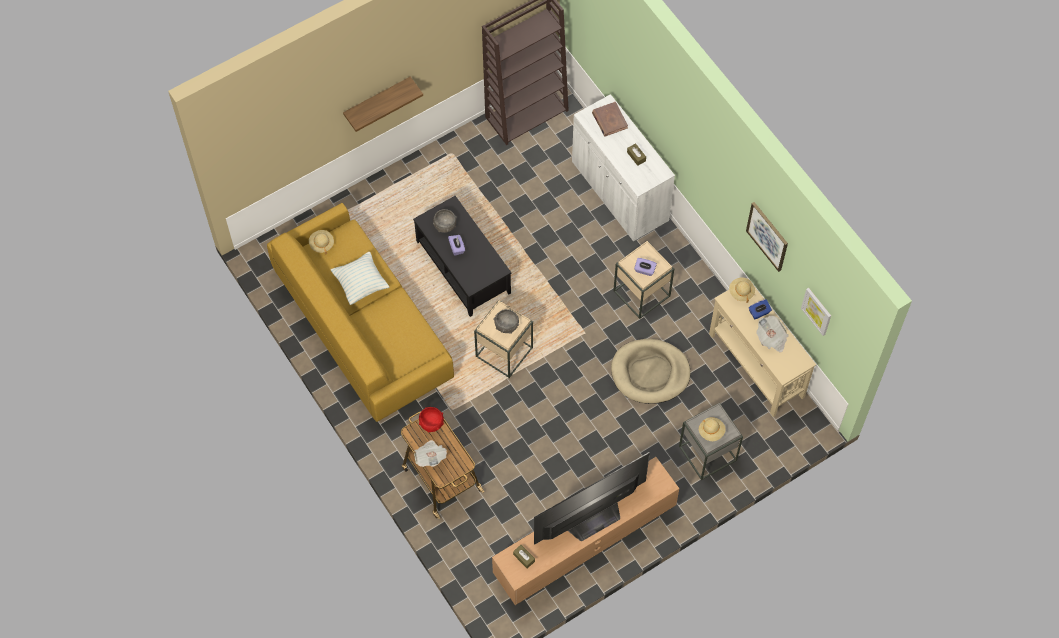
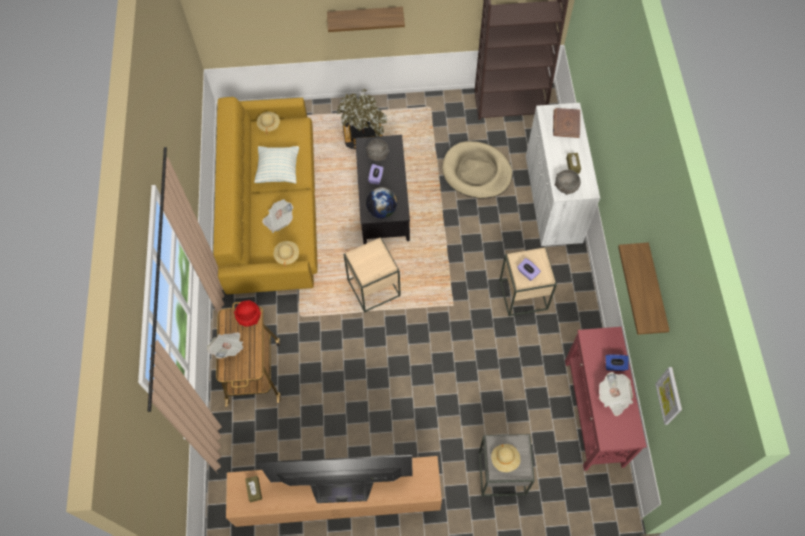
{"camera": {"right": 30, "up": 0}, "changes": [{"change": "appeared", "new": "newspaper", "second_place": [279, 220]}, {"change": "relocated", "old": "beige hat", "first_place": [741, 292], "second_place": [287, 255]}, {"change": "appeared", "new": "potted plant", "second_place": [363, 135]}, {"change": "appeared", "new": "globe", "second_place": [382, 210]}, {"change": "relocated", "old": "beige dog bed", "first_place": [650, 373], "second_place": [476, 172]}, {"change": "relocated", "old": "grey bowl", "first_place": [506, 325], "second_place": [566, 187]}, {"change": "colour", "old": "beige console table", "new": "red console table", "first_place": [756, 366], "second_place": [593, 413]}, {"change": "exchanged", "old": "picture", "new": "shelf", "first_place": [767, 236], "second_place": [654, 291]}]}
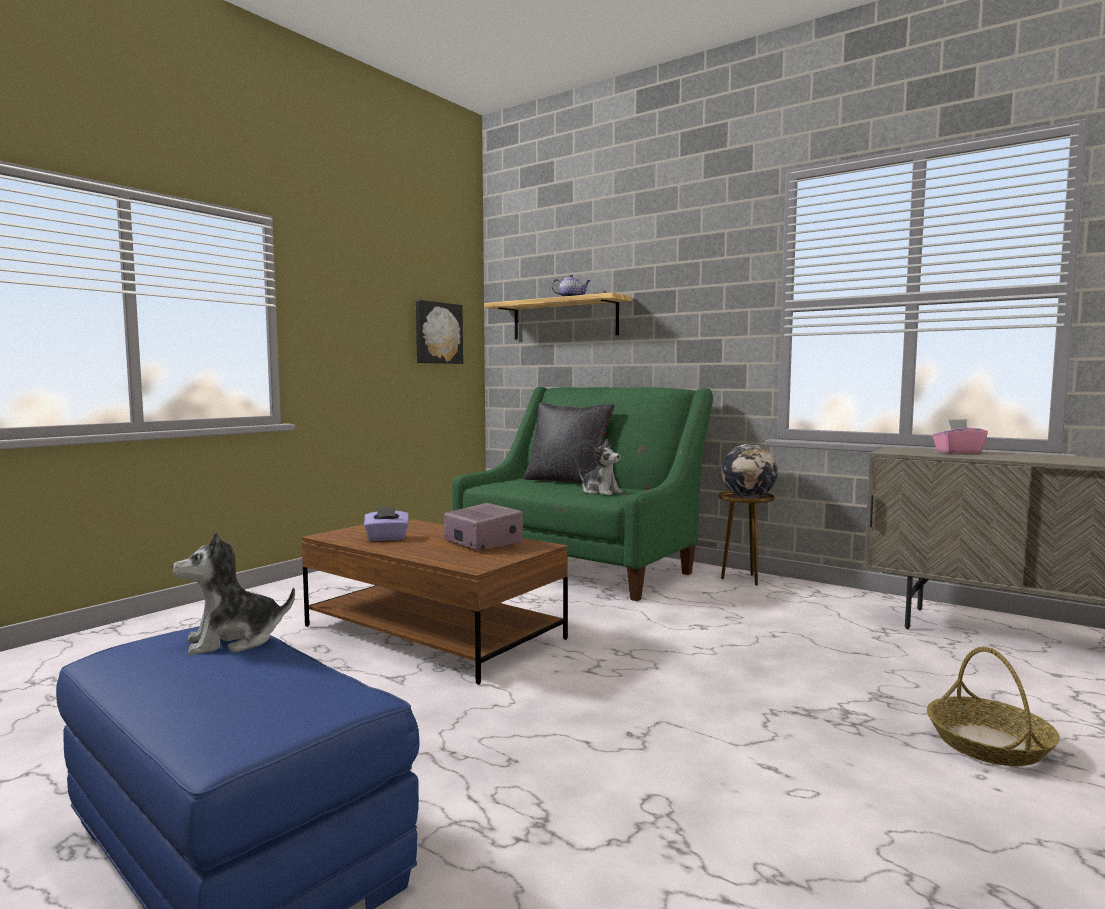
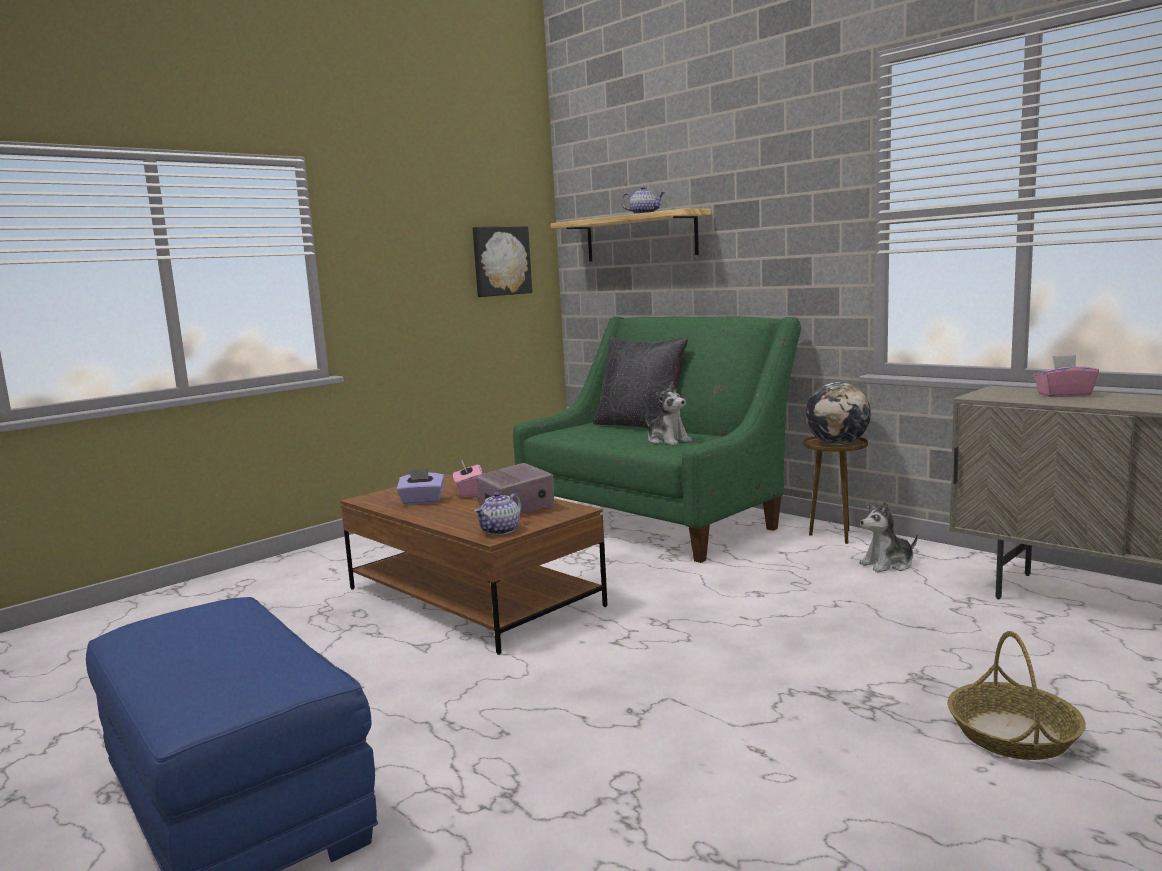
{"camera": {"right": 10, "up": 5}, "changes": [{"change": "appeared", "new": "pink tissue box", "second_place": [468, 493]}, {"change": "appeared", "new": "teapot", "second_place": [500, 531]}, {"change": "relocated", "old": "plush toy", "first_place": [234, 641], "second_place": [888, 564]}]}
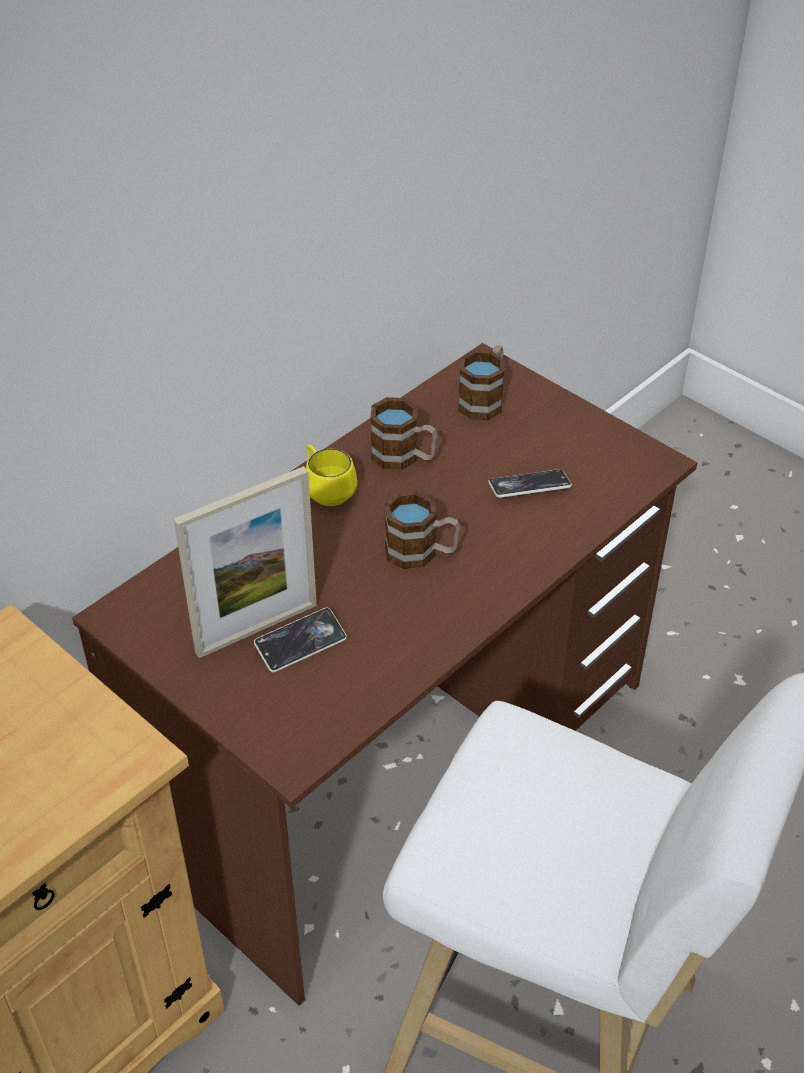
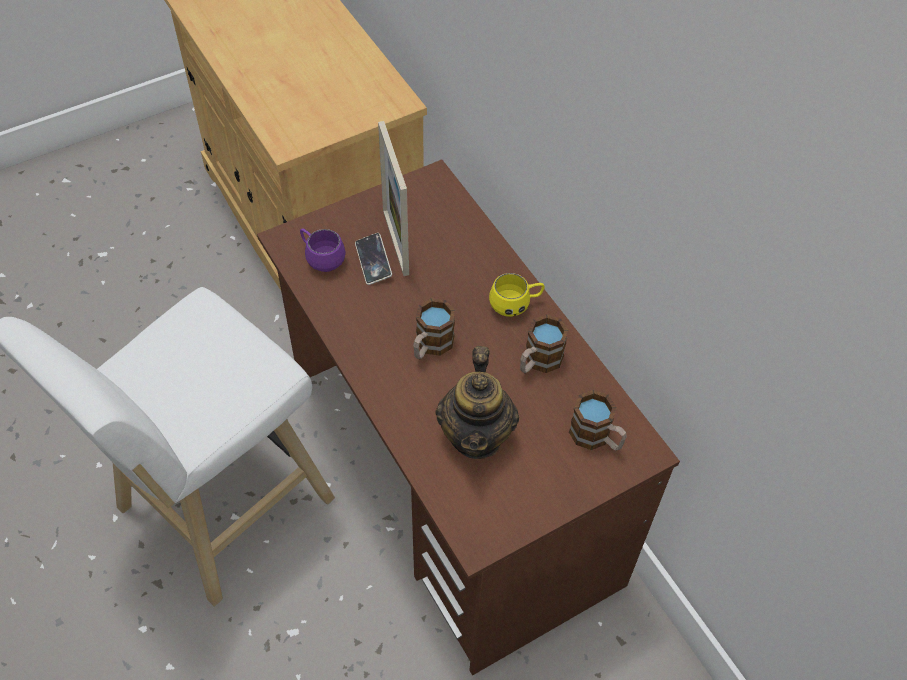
{"camera": {"right": 105, "up": 10}, "changes": [{"change": "appeared", "new": "purple mug", "second_place": [321, 259]}, {"change": "exchanged", "old": "phone", "new": "teapot", "first_place": [529, 487], "second_place": [476, 435]}]}
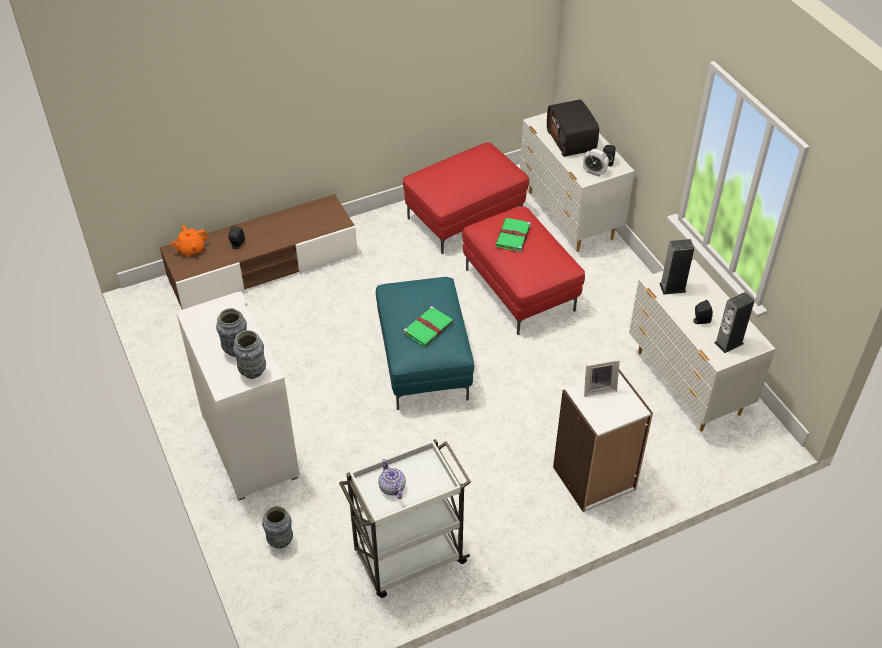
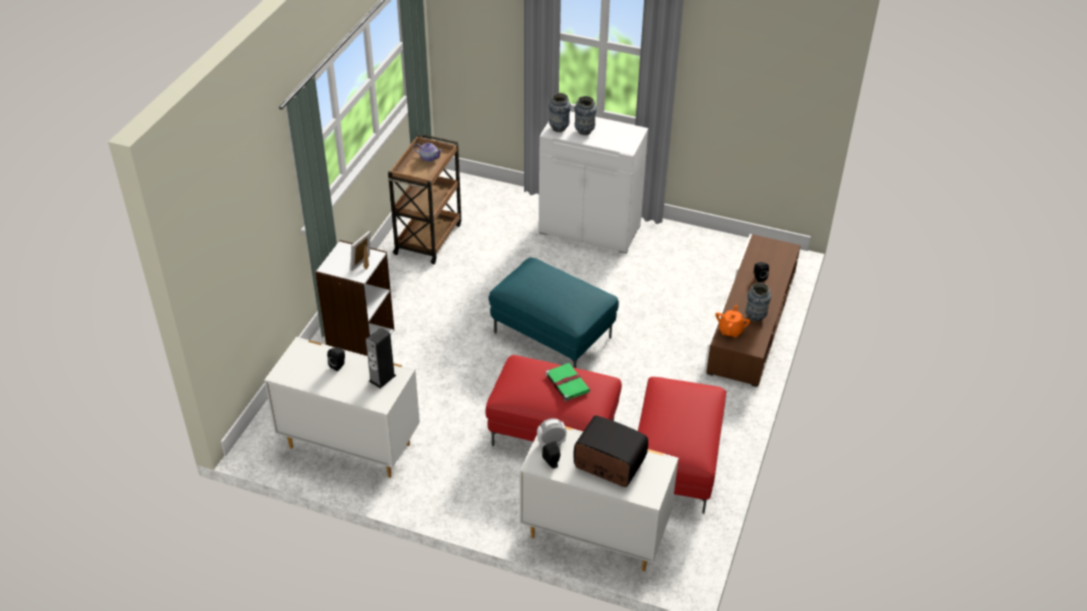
{"camera": {"right": 135, "up": -5}, "changes": [{"change": "colour", "old": "white cart", "new": "brown cart", "first_place": [408, 558], "second_place": [428, 238]}, {"change": "relocated", "old": "orange teapot", "first_place": [191, 249], "second_place": [731, 330]}, {"change": "relocated", "old": "vase", "first_place": [280, 541], "second_place": [755, 317]}, {"change": "missing", "old": "green book", "first_place": [428, 327]}, {"change": "missing", "old": "speaker", "first_place": [728, 343]}]}
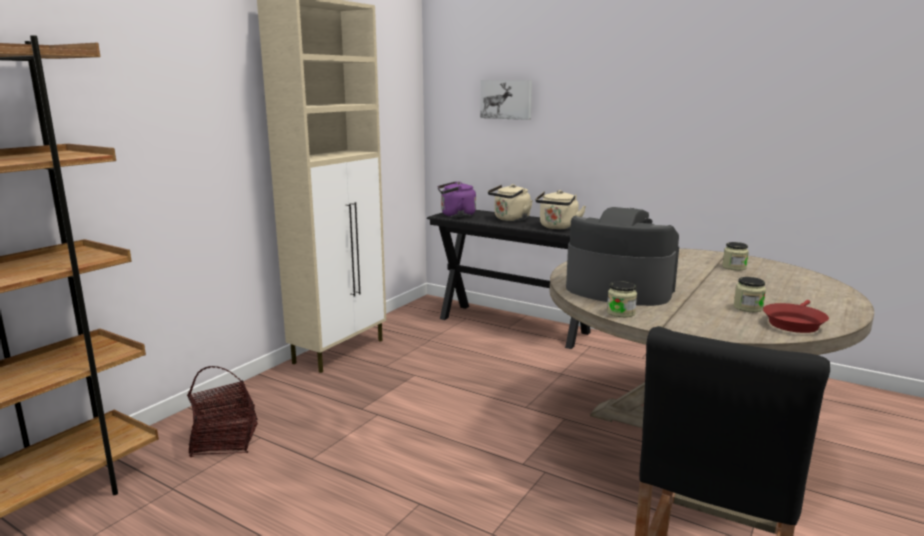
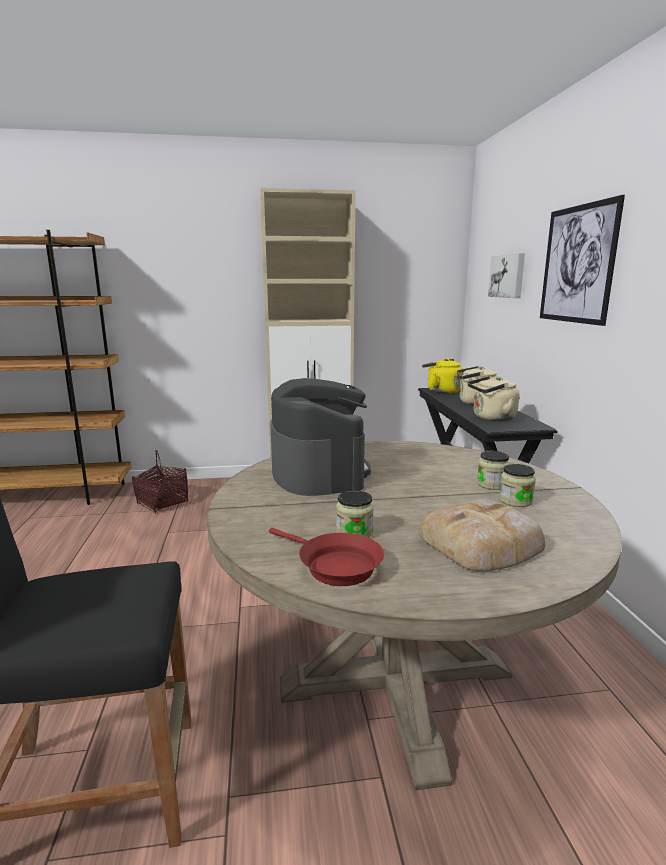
{"camera": {"right": 50, "up": 0}, "changes": [{"change": "spun", "old": "red frying pan", "first_place": [794, 323], "second_place": [334, 566], "degrees": -135}, {"change": "appeared", "new": "bread", "second_place": [482, 543]}, {"change": "colour", "old": "purple kettle", "new": "yellow kettle", "first_place": [456, 215], "second_place": [441, 391]}, {"change": "relocated", "old": "jar", "first_place": [620, 313], "second_place": [492, 484]}, {"change": "appeared", "new": "picture", "second_place": [577, 264]}]}
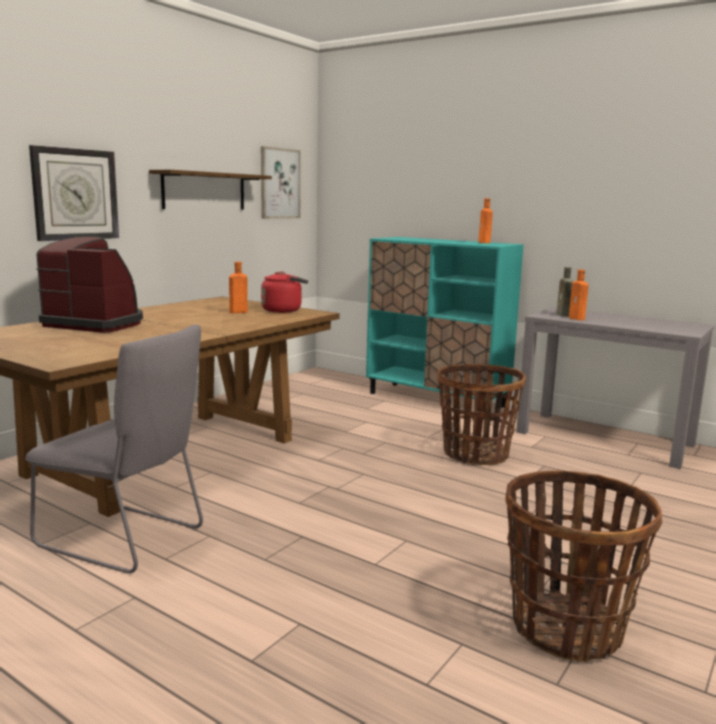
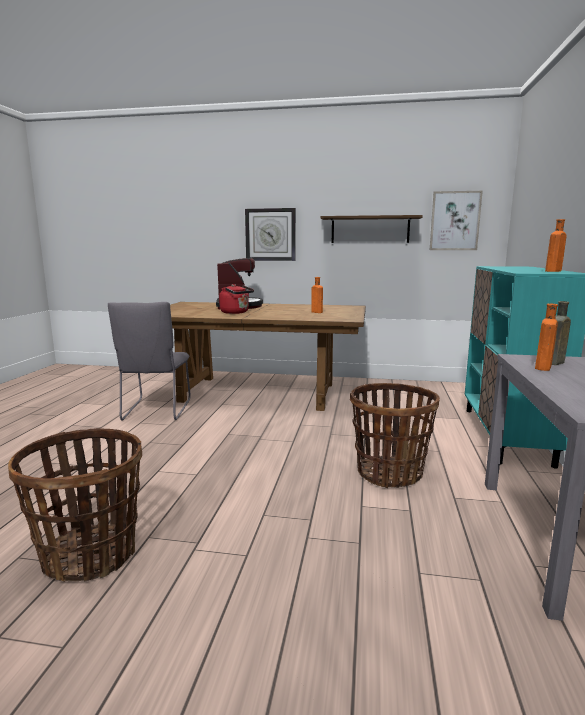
{"camera": {"right": 65, "up": 0}, "changes": [{"change": "relocated", "old": "red kettle", "first_place": [284, 310], "second_place": [236, 312]}]}
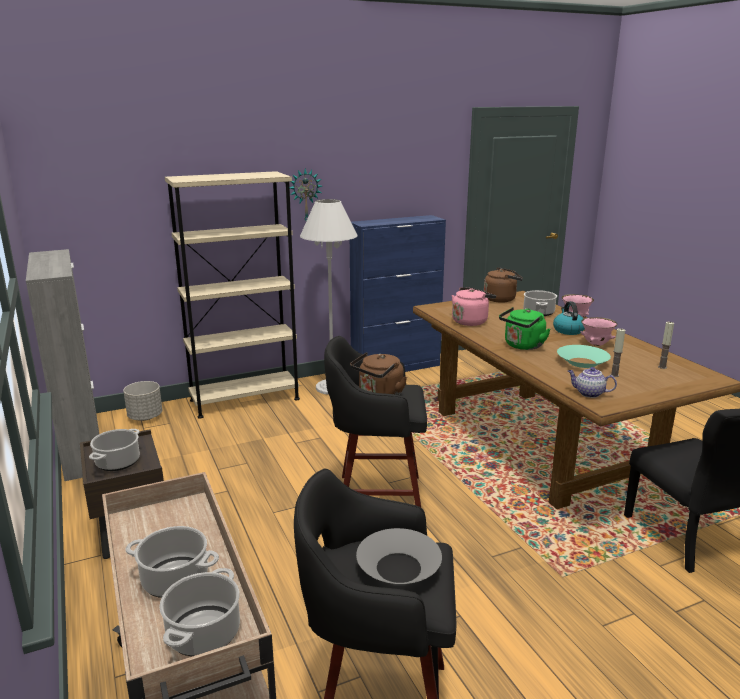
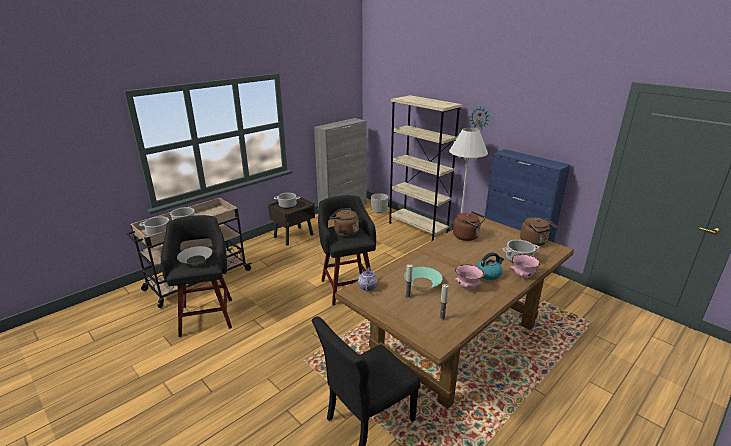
{"camera": {"right": 70, "up": 5}, "changes": [{"change": "colour", "old": "pink kettle", "new": "brown kettle", "first_place": [471, 321], "second_place": [467, 237]}, {"change": "missing", "old": "green kettle", "first_place": [522, 346]}]}
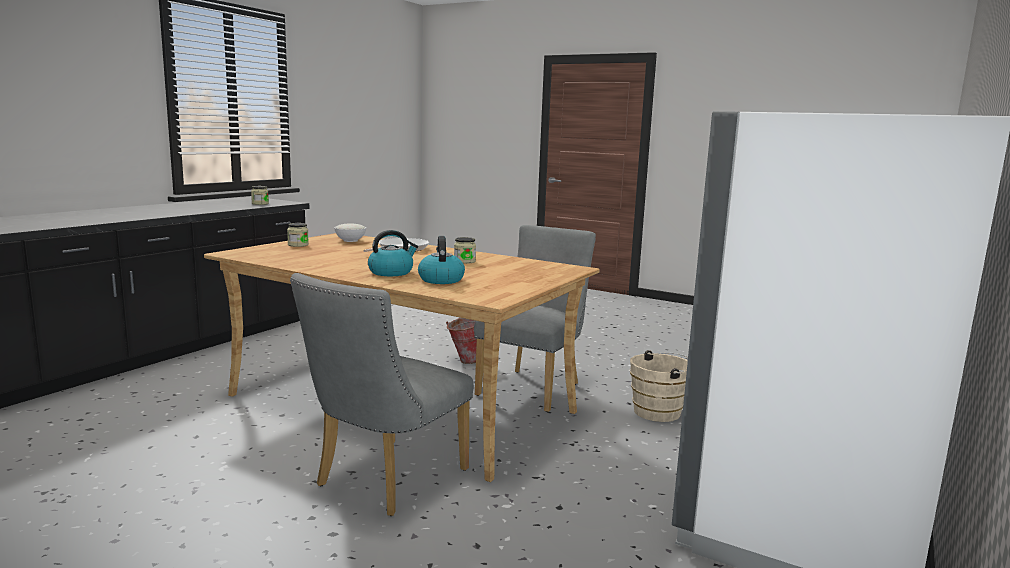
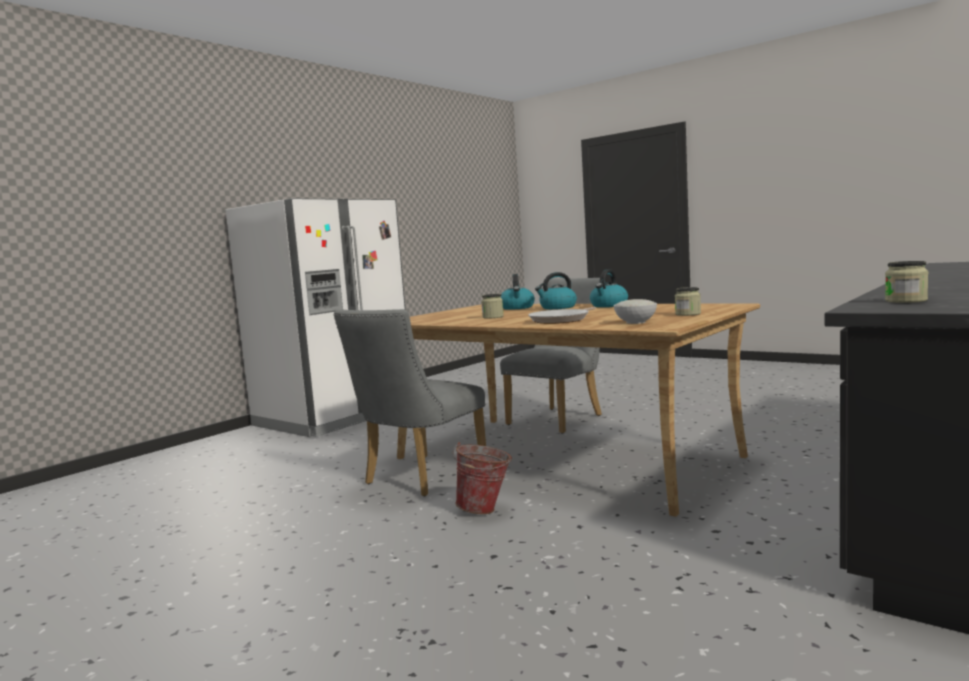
{"camera": {"right": -170, "up": -5}, "changes": [{"change": "appeared", "new": "kettle", "second_place": [609, 305]}, {"change": "missing", "old": "beige bucket", "first_place": [660, 412]}]}
